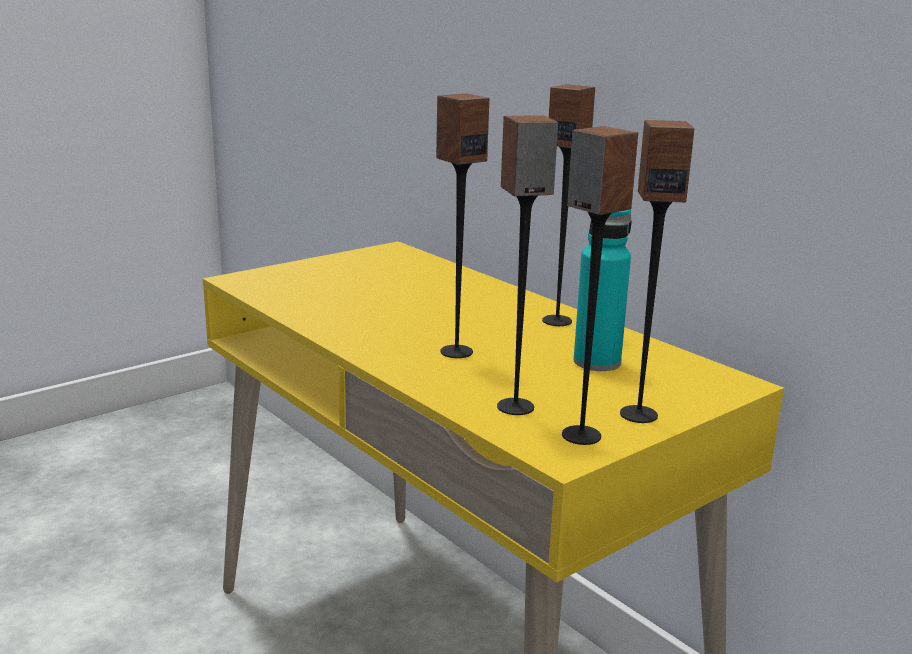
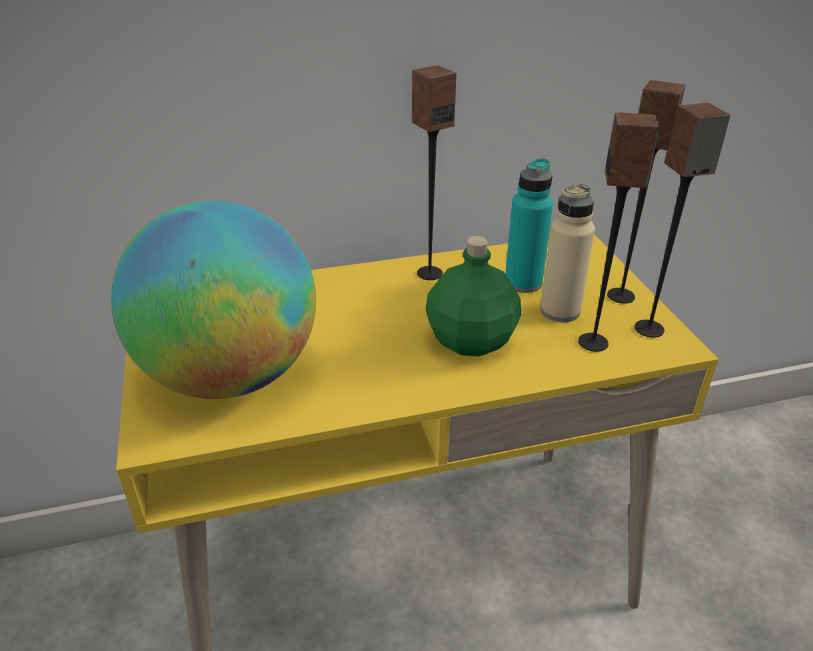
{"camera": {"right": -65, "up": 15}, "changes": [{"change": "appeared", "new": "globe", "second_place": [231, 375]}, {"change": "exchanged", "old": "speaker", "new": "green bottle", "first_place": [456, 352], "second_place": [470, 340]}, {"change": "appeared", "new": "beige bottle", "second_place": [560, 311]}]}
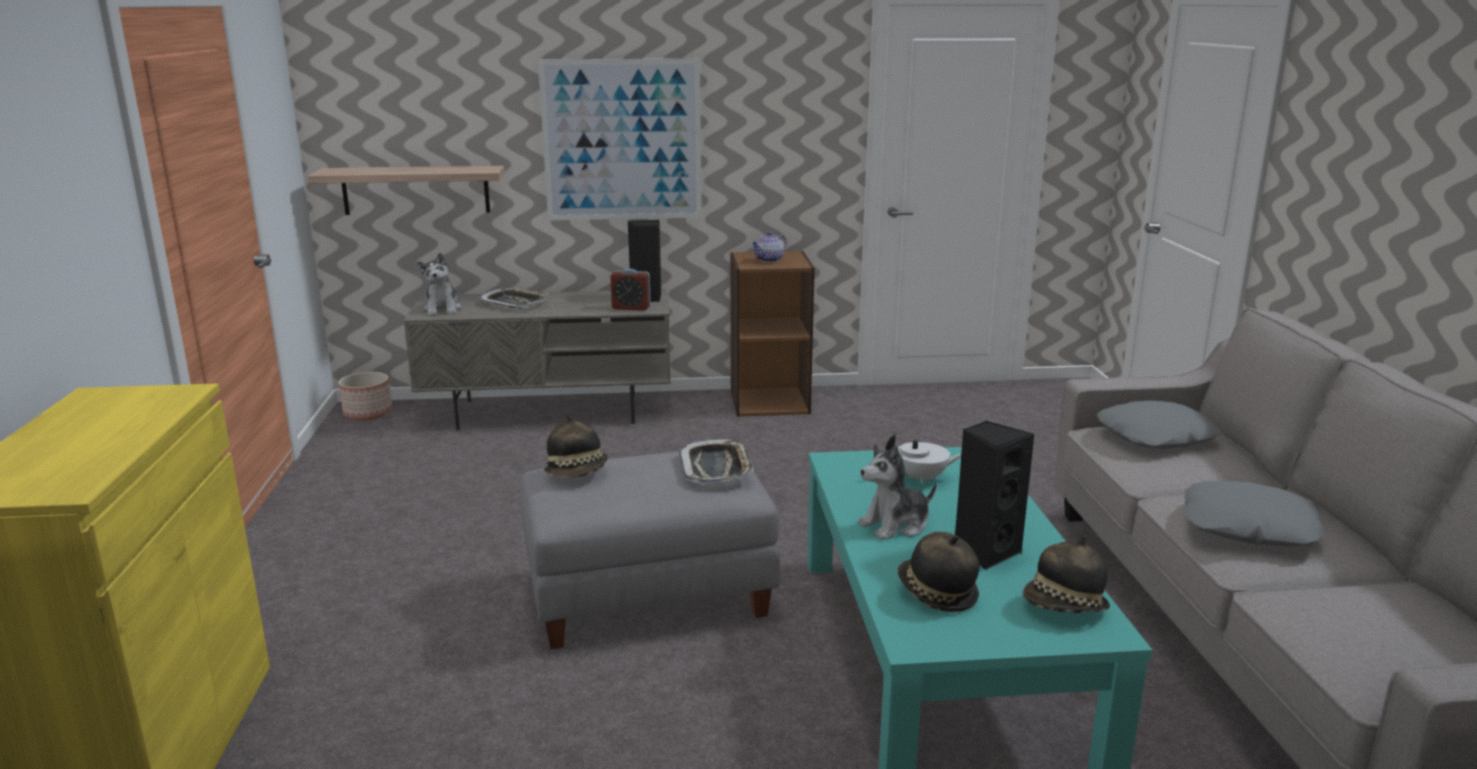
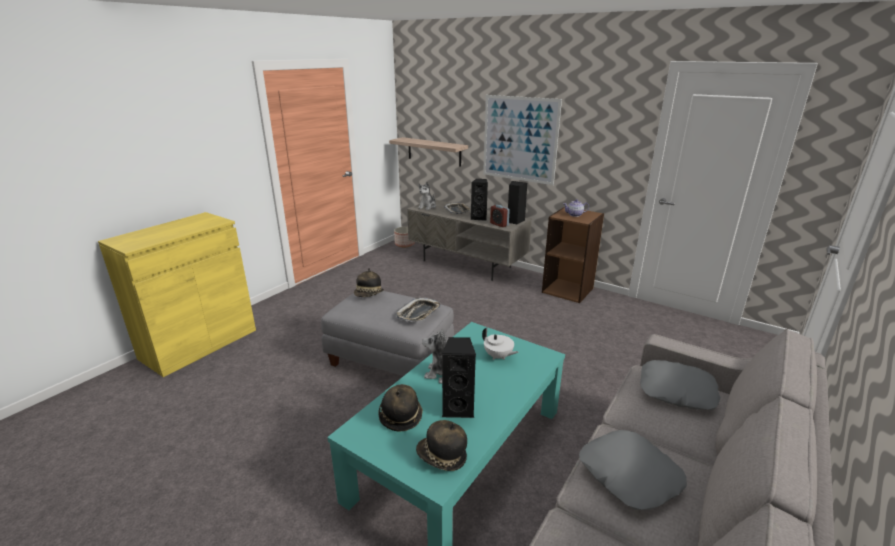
{"camera": {"right": 40, "up": 5}, "changes": [{"change": "appeared", "new": "black speaker", "second_place": [479, 218]}]}
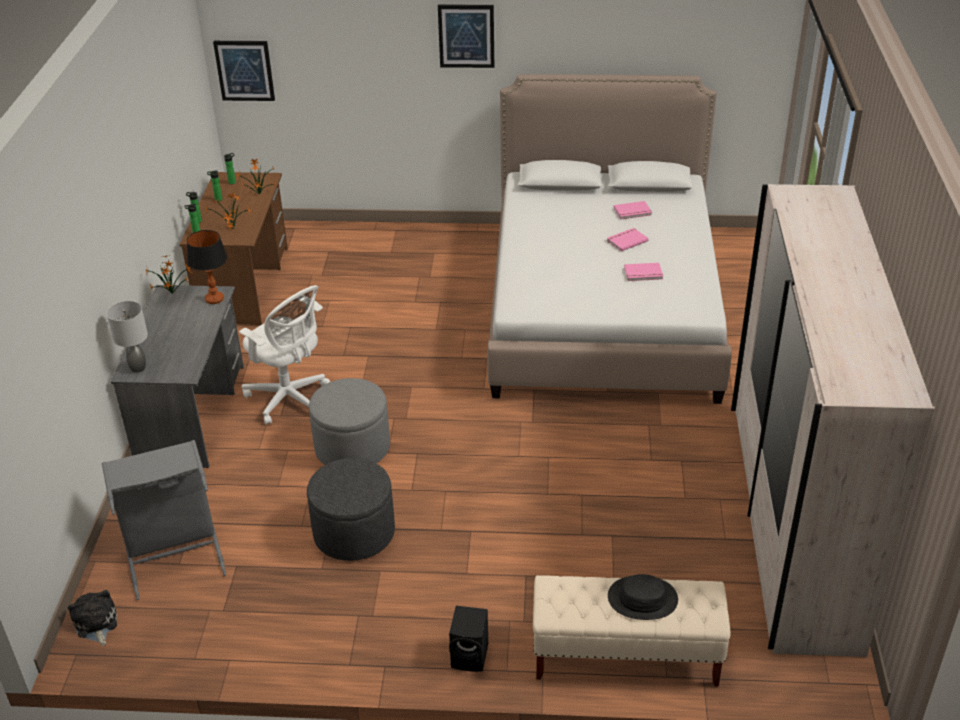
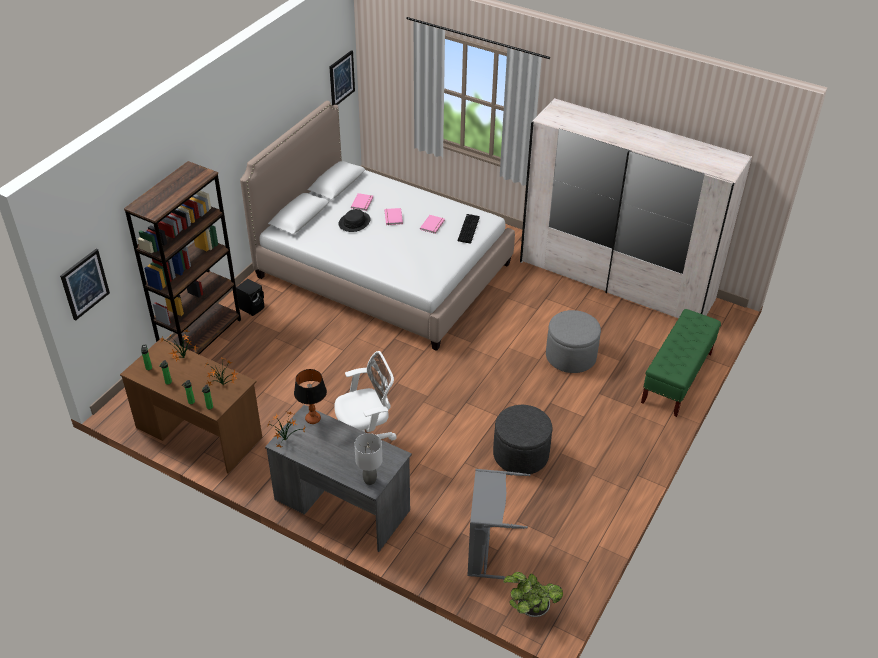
{"camera": {"right": -65, "up": 5}, "changes": [{"change": "appeared", "new": "brown bookcase", "second_place": [201, 338]}, {"change": "relocated", "old": "black speaker", "first_place": [471, 656], "second_place": [252, 307]}, {"change": "relocated", "old": "picture", "first_place": [466, 35], "second_place": [341, 78]}, {"change": "relocated", "old": "black hat", "first_place": [642, 599], "second_place": [354, 222]}, {"change": "appeared", "new": "keyboard", "second_place": [468, 229]}, {"change": "exchanged", "old": "plush toy", "new": "potted plant", "first_place": [96, 624], "second_place": [530, 608]}, {"change": "relocated", "old": "grey ottoman", "first_place": [352, 447], "second_place": [570, 356]}, {"change": "colour", "old": "beige bench", "new": "green bench", "first_place": [625, 657], "second_place": [676, 378]}]}
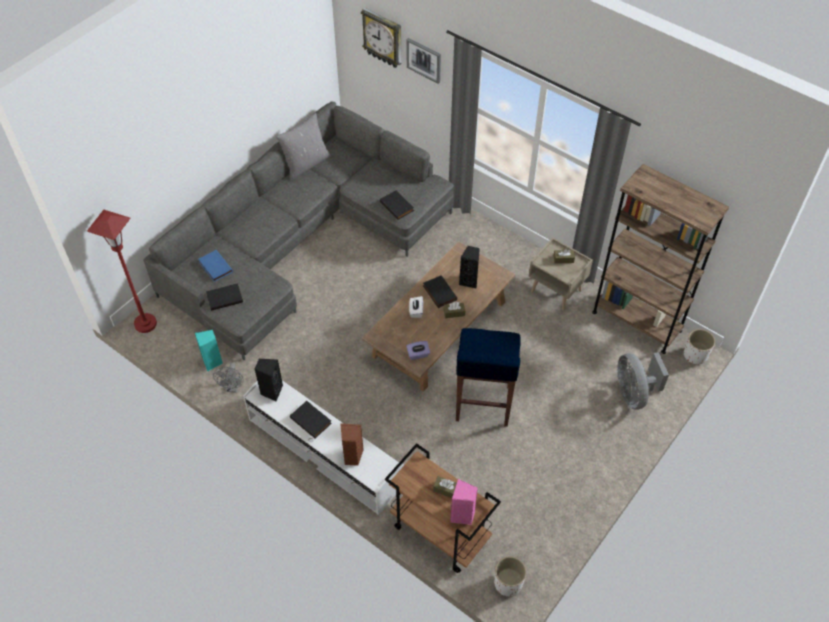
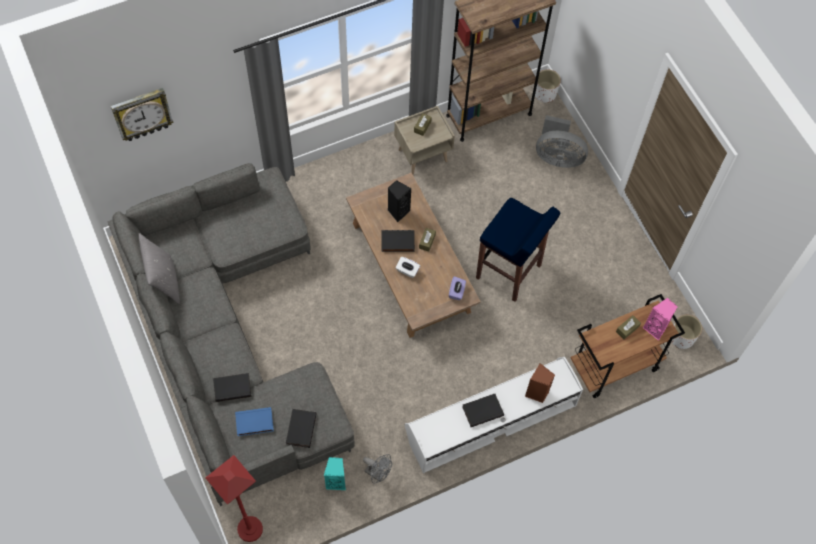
{"camera": {"right": -65, "up": 10}, "changes": [{"change": "relocated", "old": "black book", "first_place": [397, 206], "second_place": [232, 387]}, {"change": "missing", "old": "black speaker", "first_place": [271, 391]}, {"change": "missing", "old": "picture", "first_place": [424, 60]}]}
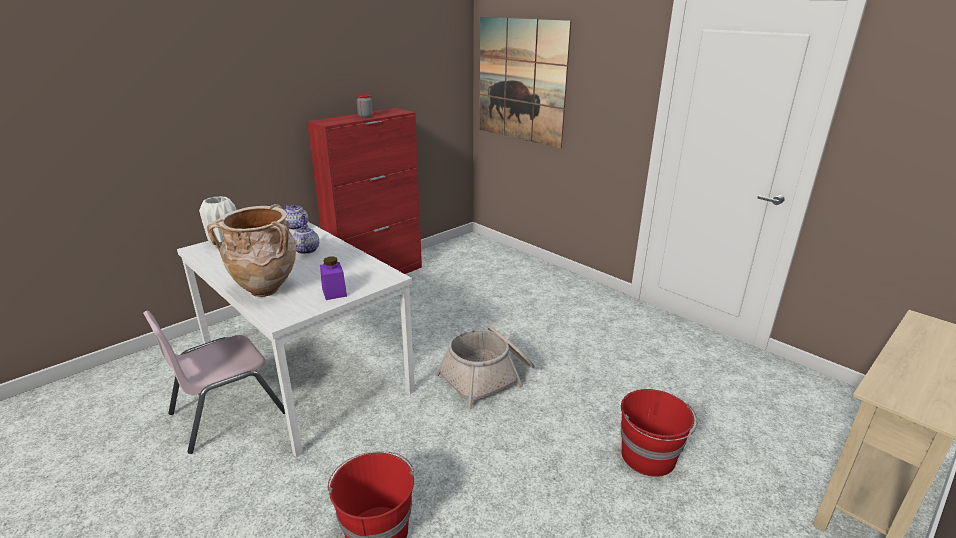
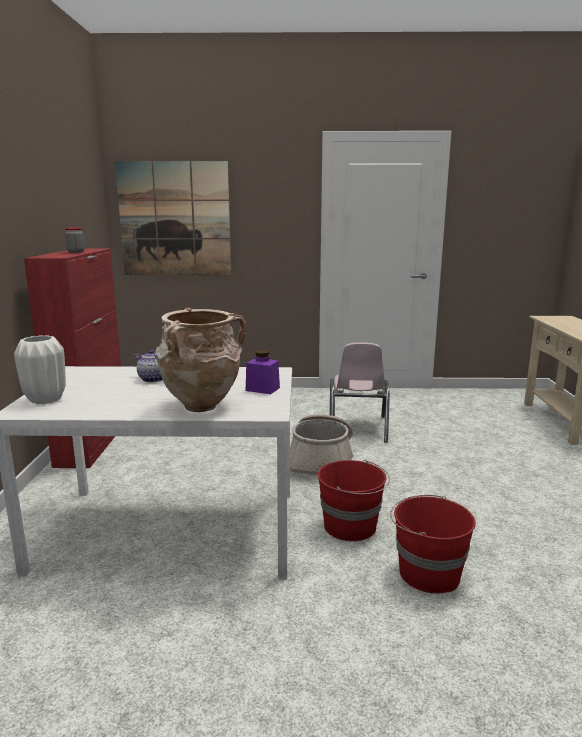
{"camera": {"right": -45, "up": -10}, "changes": [{"change": "relocated", "old": "red bucket", "first_place": [649, 457], "second_place": [351, 526]}, {"change": "relocated", "old": "pink chair", "first_place": [227, 412], "second_place": [357, 428]}, {"change": "missing", "old": "teapot", "first_place": [297, 227]}]}
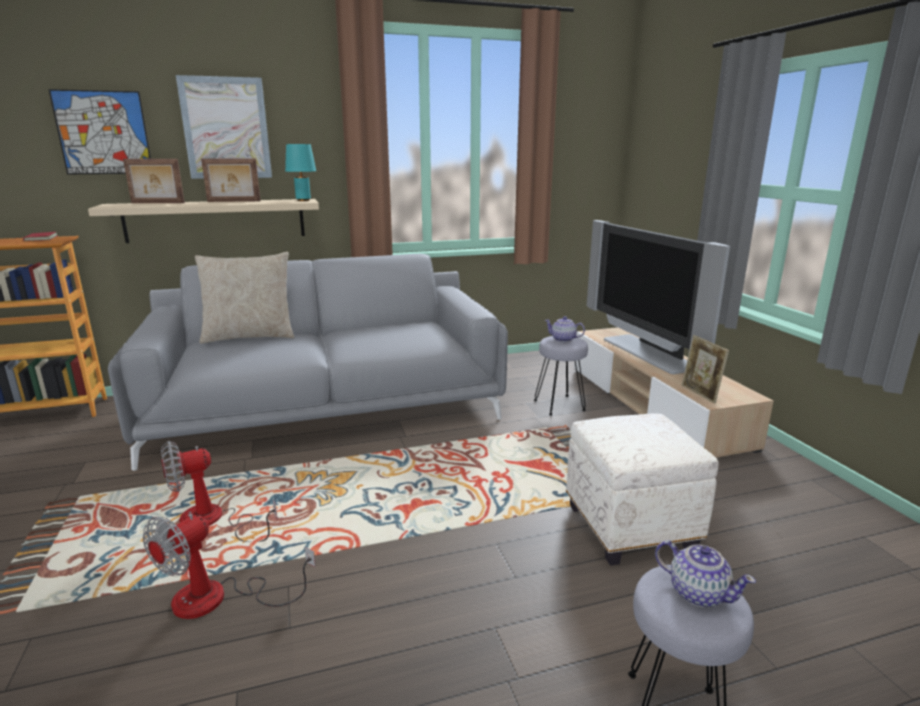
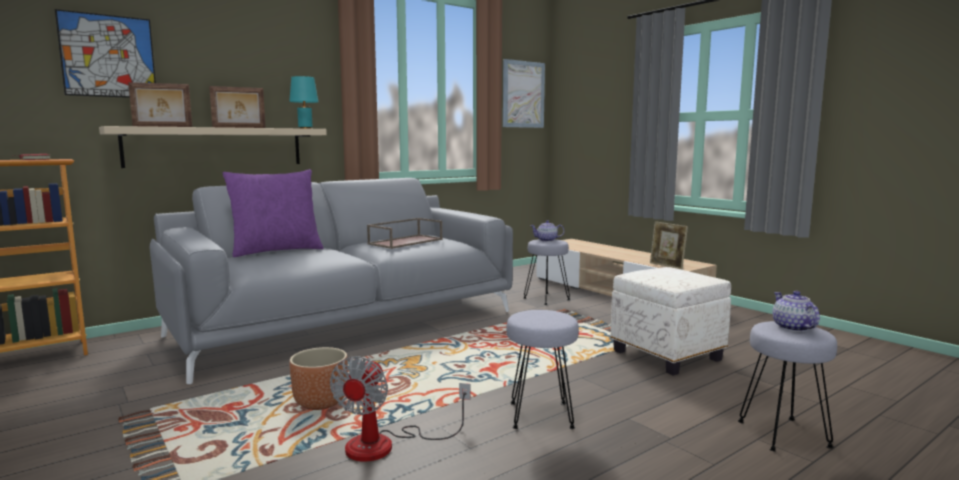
{"camera": {"right": -20, "up": -10}, "changes": [{"change": "colour", "old": "beige pillow", "new": "purple pillow", "first_place": [250, 336], "second_place": [276, 251]}, {"change": "exchanged", "old": "fan", "new": "brown planter", "first_place": [213, 521], "second_place": [321, 403]}, {"change": "appeared", "new": "brown tray", "second_place": [406, 241]}, {"change": "relocated", "old": "picture", "first_place": [226, 128], "second_place": [523, 94]}, {"change": "appeared", "new": "grey stool", "second_place": [540, 416]}, {"change": "spun", "old": "teapot", "first_place": [697, 592], "second_place": [793, 328], "degrees": -120}, {"change": "missing", "old": "television", "first_place": [647, 353]}]}
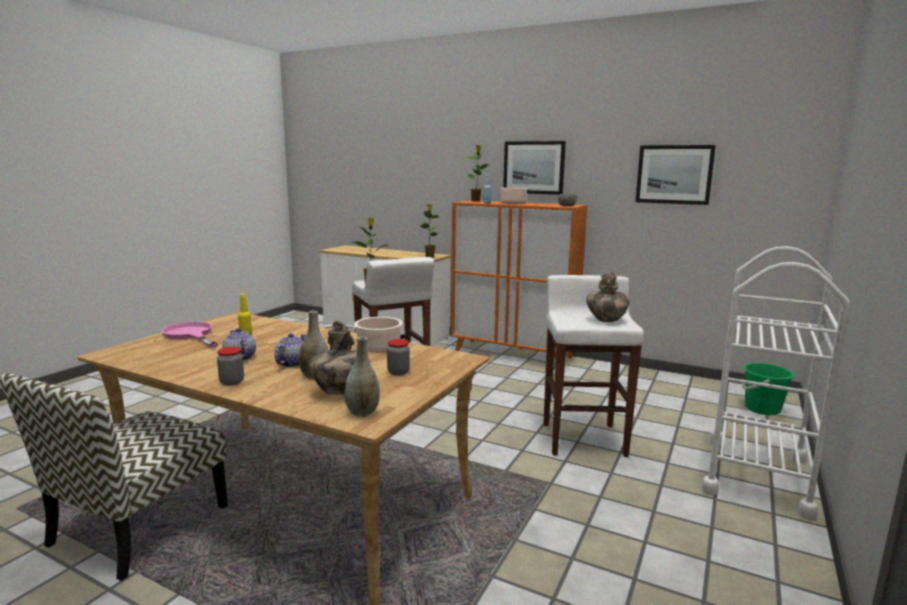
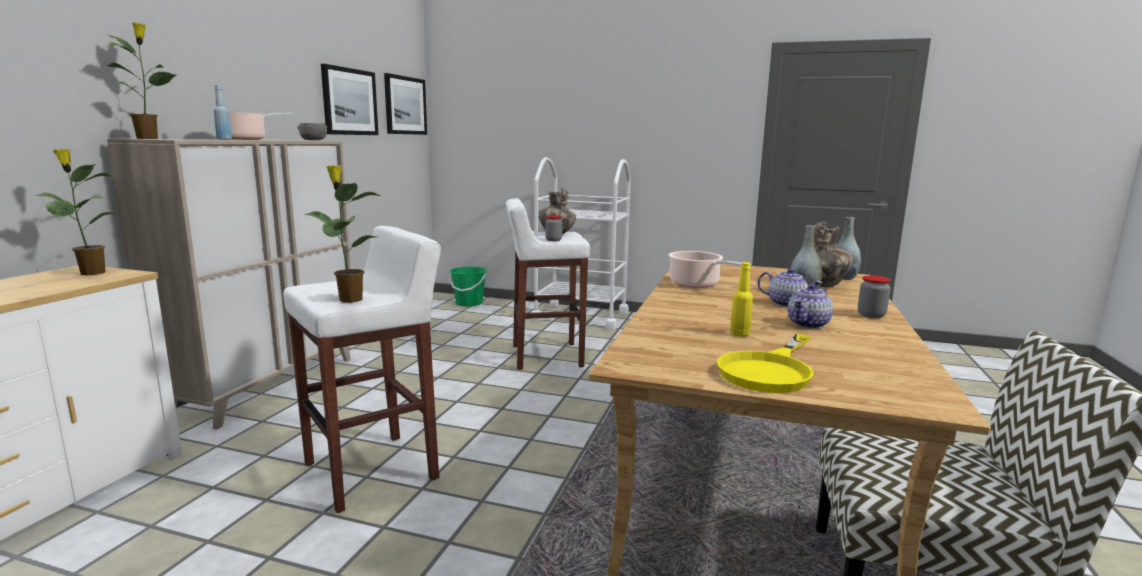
{"camera": {"right": -100, "up": 0}, "changes": [{"change": "colour", "old": "orange cabinet", "new": "beige cabinet", "first_place": [513, 354], "second_place": [268, 385]}, {"change": "relocated", "old": "picture", "first_place": [534, 167], "second_place": [405, 105]}, {"change": "relocated", "old": "jar", "first_place": [398, 372], "second_place": [553, 240]}, {"change": "colour", "old": "pink frying pan", "new": "yellow frying pan", "first_place": [190, 335], "second_place": [770, 370]}, {"change": "spun", "old": "teapot", "first_place": [292, 363], "second_place": [787, 304], "degrees": -150}]}
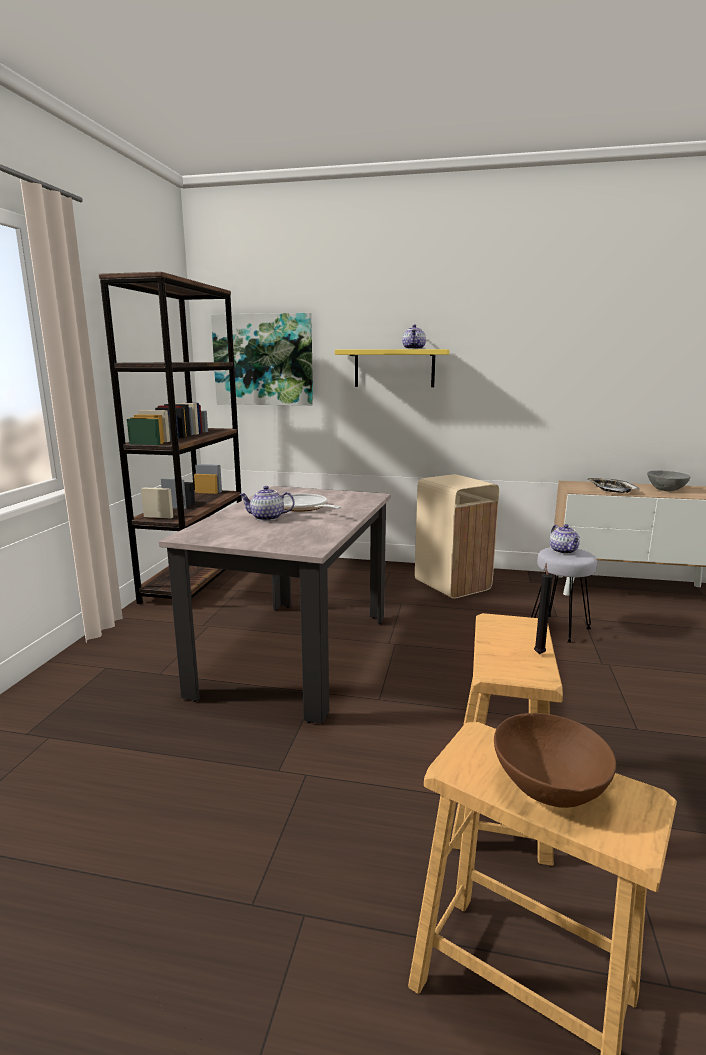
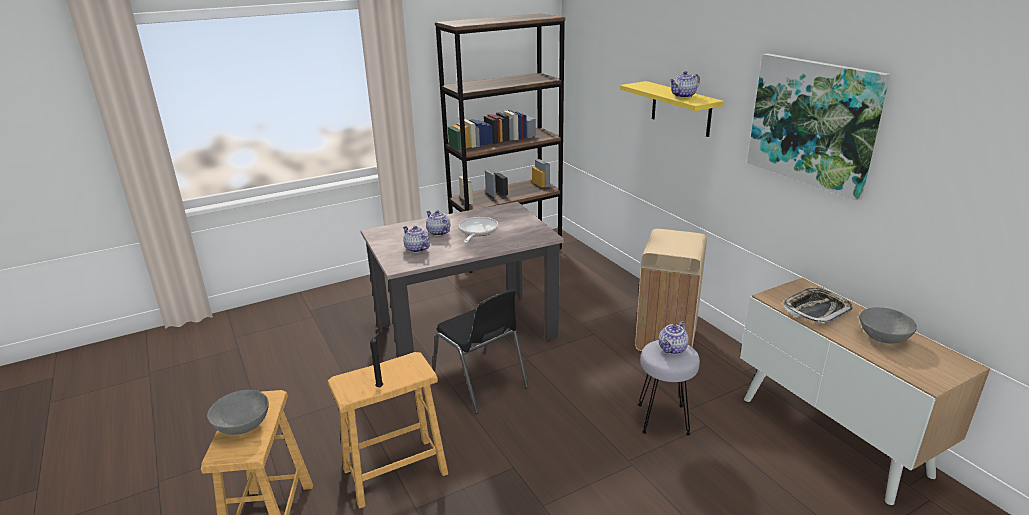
{"camera": {"right": 50, "up": 10}, "changes": [{"change": "colour", "old": "brown bowl", "new": "grey bowl", "first_place": [549, 787], "second_place": [243, 426]}, {"change": "appeared", "new": "teapot", "second_place": [416, 249]}, {"change": "appeared", "new": "black chair", "second_place": [480, 383]}, {"change": "relocated", "old": "picture", "first_place": [263, 360], "second_place": [813, 123]}]}
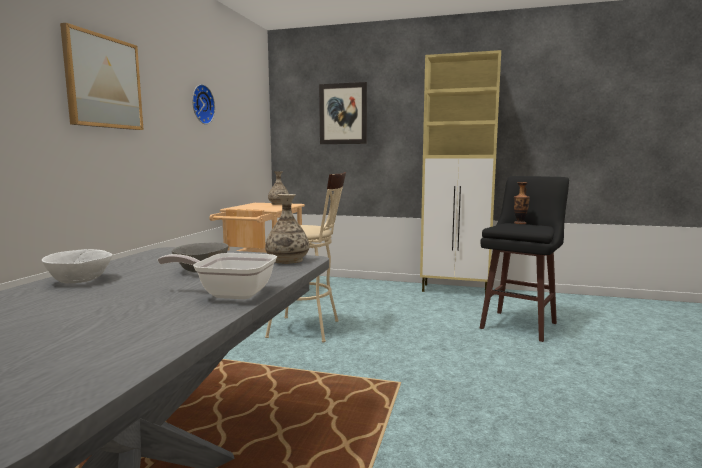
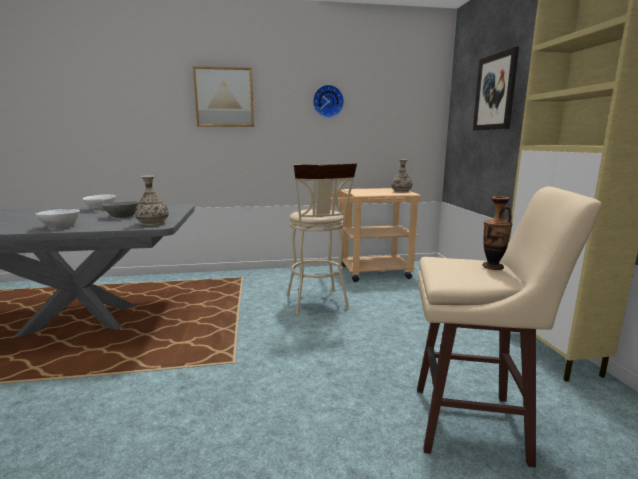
{"camera": {"right": 65, "up": 5}, "changes": [{"change": "exchanged", "old": "frying pan", "new": "white bowl", "first_place": [229, 293], "second_place": [61, 227]}, {"change": "colour", "old": "black stool", "new": "beige stool", "first_place": [520, 325], "second_place": [473, 425]}]}
